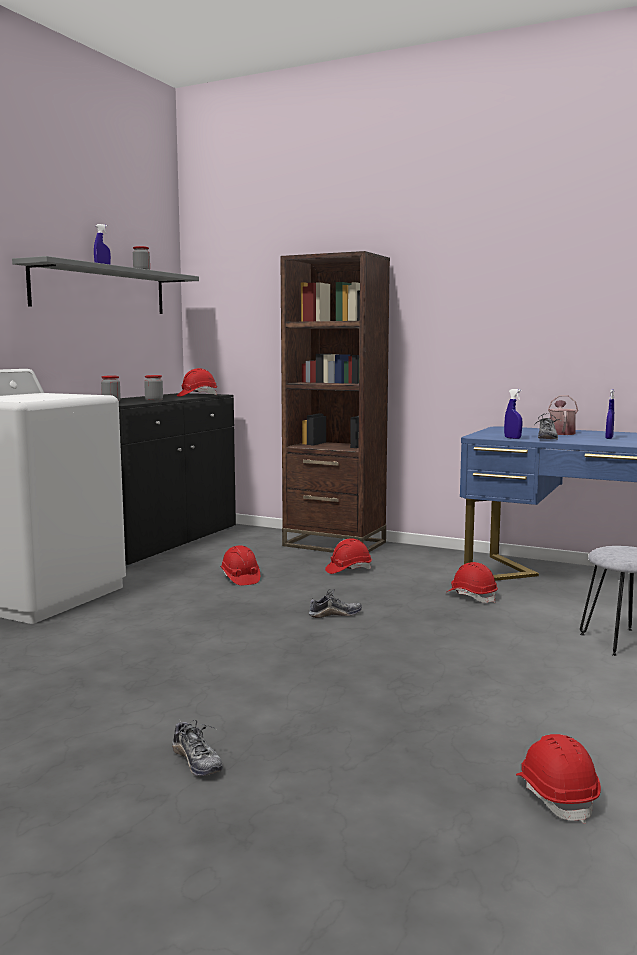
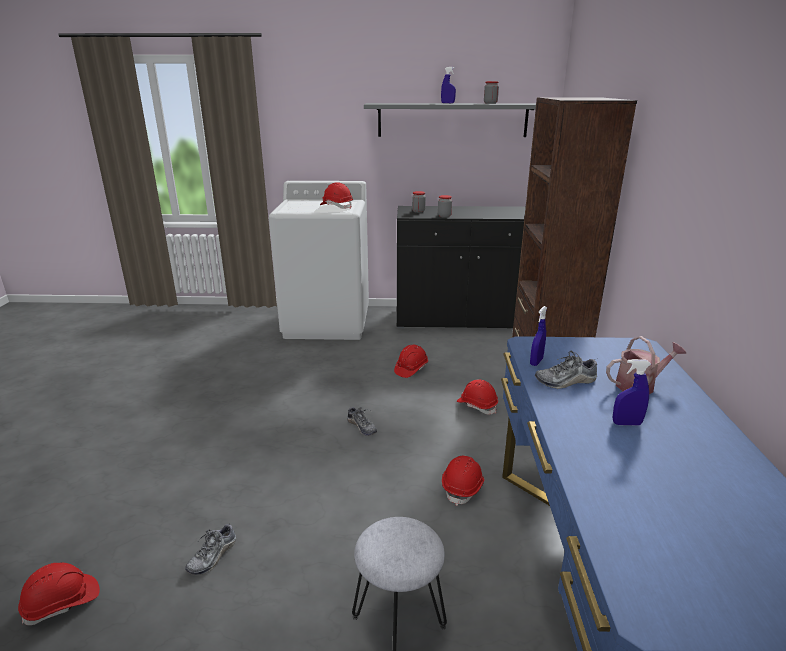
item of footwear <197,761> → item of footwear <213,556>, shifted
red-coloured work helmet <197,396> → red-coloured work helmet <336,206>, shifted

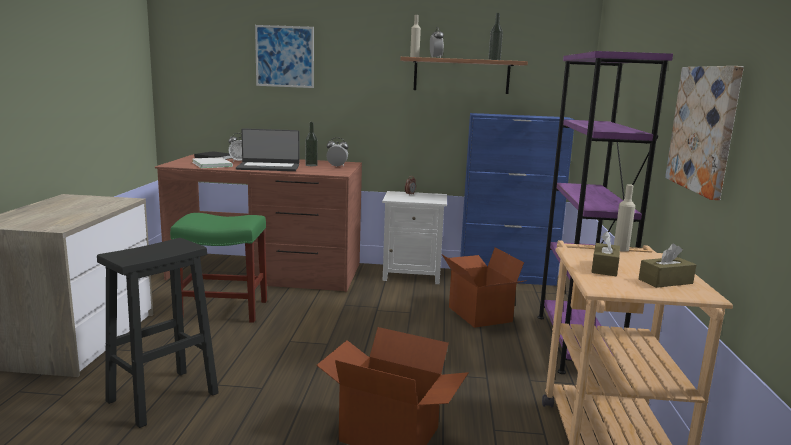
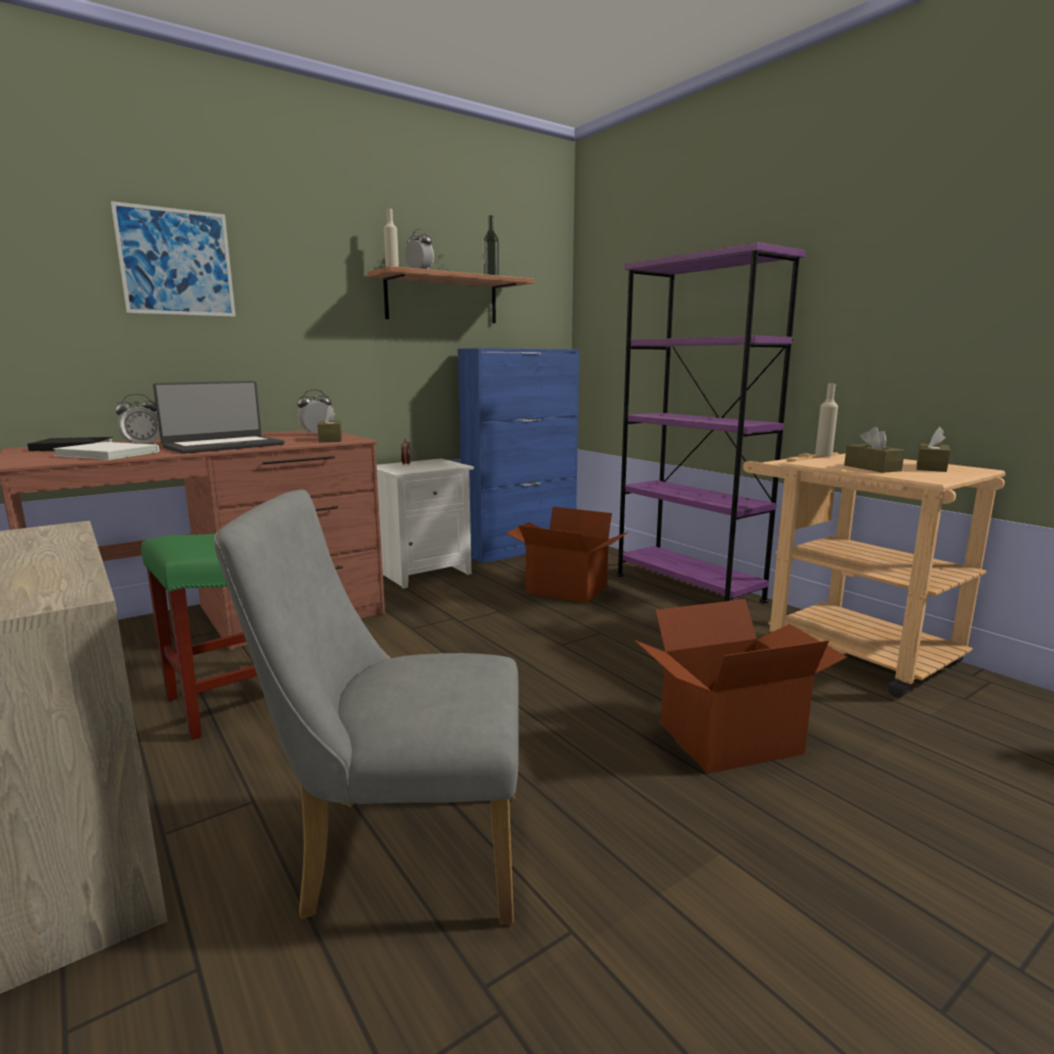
blackish stool <164,396> → grey chair <399,853>
bottle <311,165> → -
wall picture <704,129> → -
- → brown-coloured tissue box <330,439>

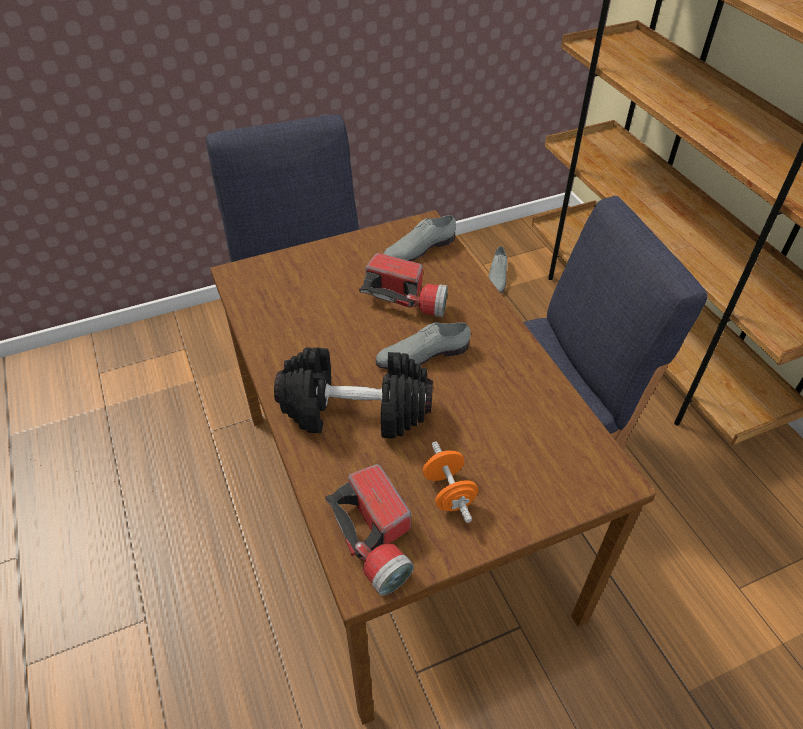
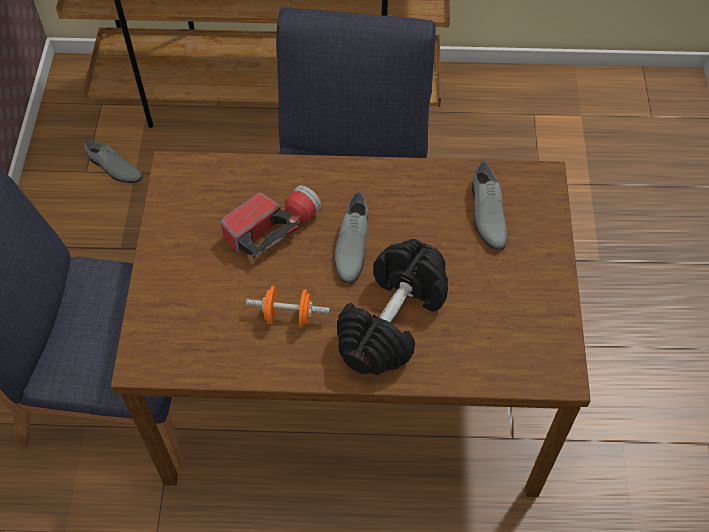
flashlight <377,538> → -
grey item of footwear <418,248> → grey item of footwear <486,213>, shifted
orange-coloured dumbbell <449,492> → orange-coloured dumbbell <288,316>, shifted

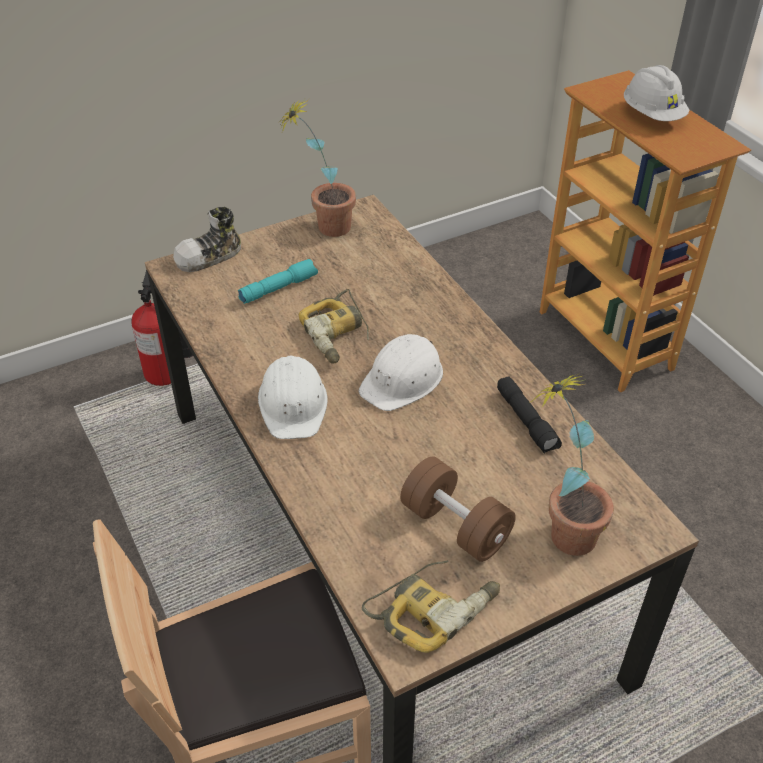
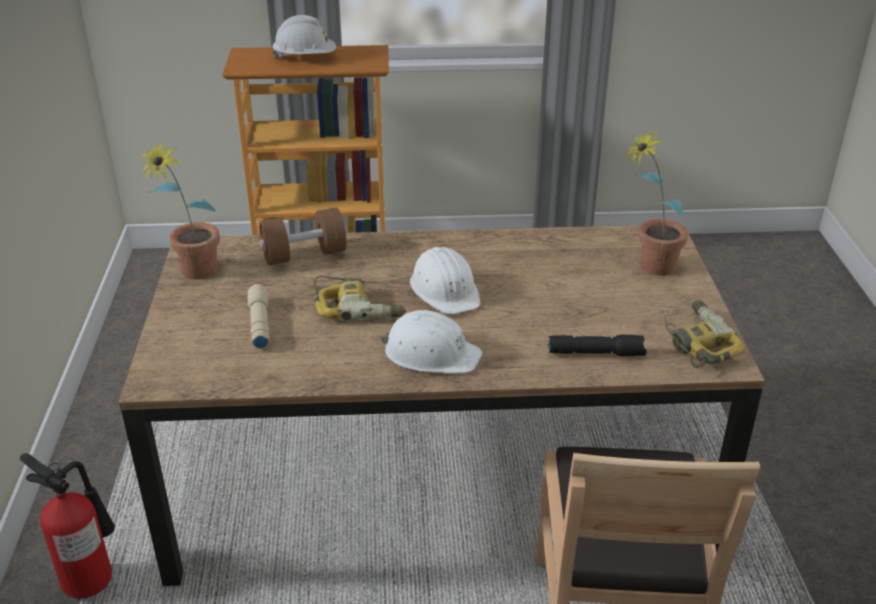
item of footwear <209,257> → -
turquoise flashlight <278,288> → sand-coloured flashlight <259,323>
brown-coloured dumbbell <455,525> → brown-coloured dumbbell <304,255>, shifted
blackish flashlight <527,421> → blackish flashlight <596,353>, shifted

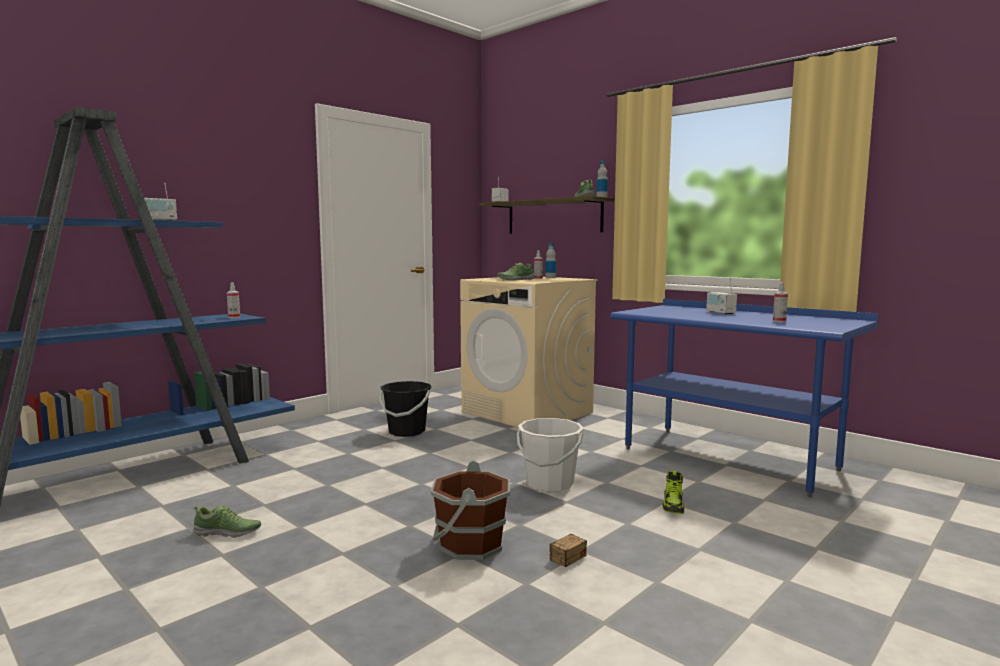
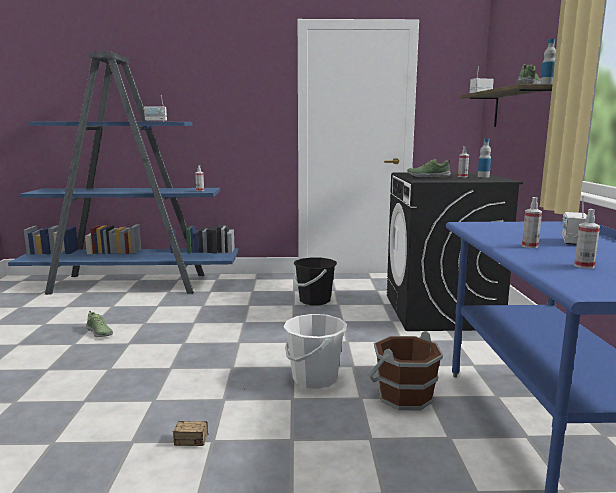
brown-coloured bucket <470,544> → brown-coloured bucket <404,396>, shifted
sand-coloured washing machine <528,412> → blackish washing machine <441,312>
item of footwear <673,505> → -
- → spray bottle <529,246>

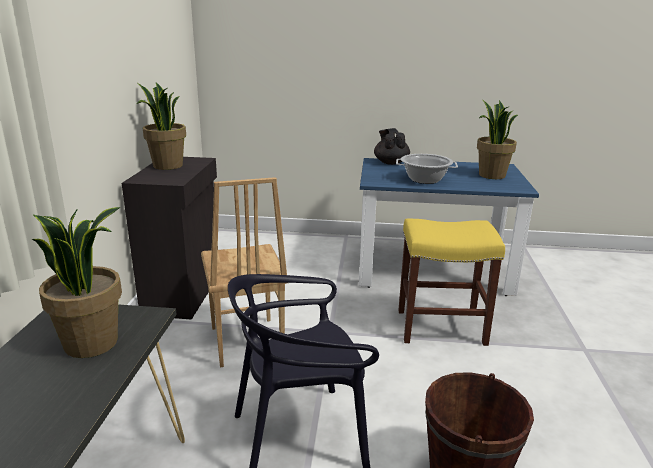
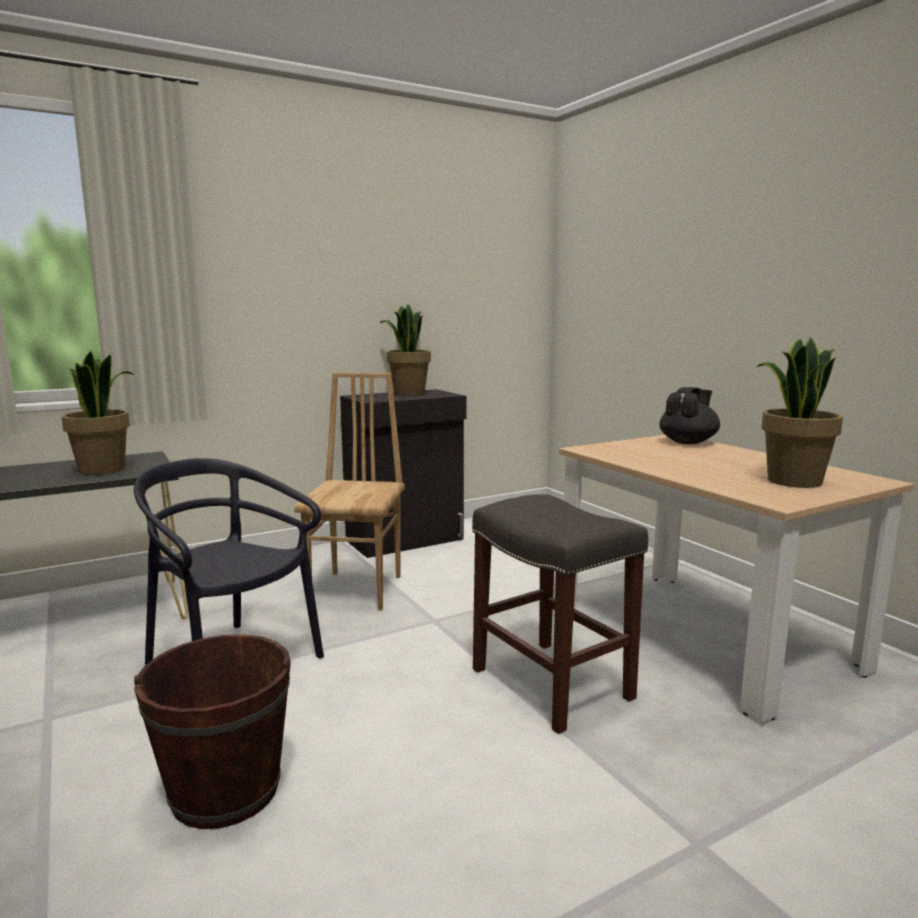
brown-coloured chair <245,342> → brown-coloured chair <358,590>, 150 degrees clockwise
blue kitchen table <432,270> → sand-coloured kitchen table <702,635>
cooking pot <425,179> → -
yellow-coloured stool <439,327> → grey stool <549,683>

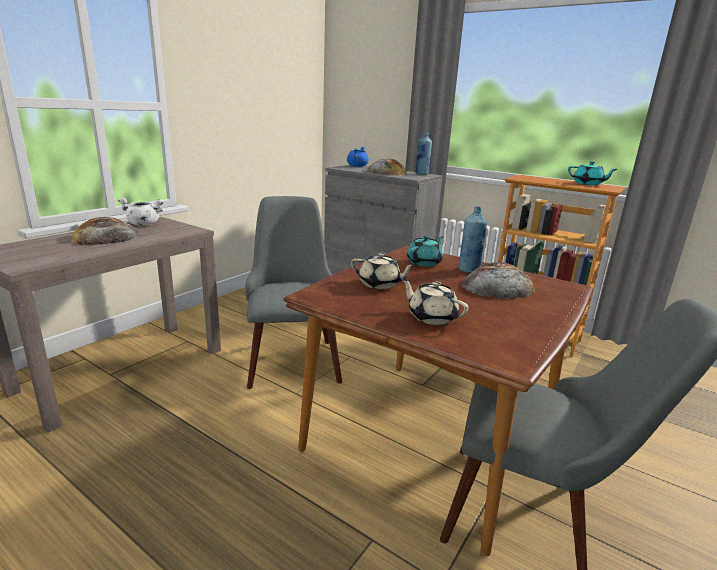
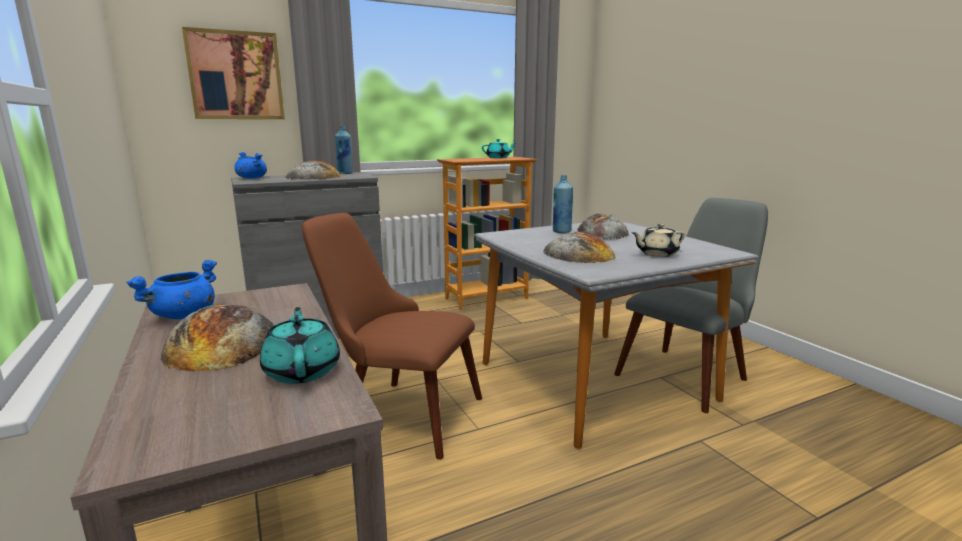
white cooking pot <143,224> → blue cooking pot <184,316>
grey chair <292,355> → brown-coloured chair <397,413>
brown-coloured kitchen table <430,439> → grey kitchen table <594,381>
sand-coloured tea pot <380,284> → bakery bread <578,254>
turquoise tea pot <424,262> → turquoise tea pot <302,370>, shifted
- → wall picture <236,76>

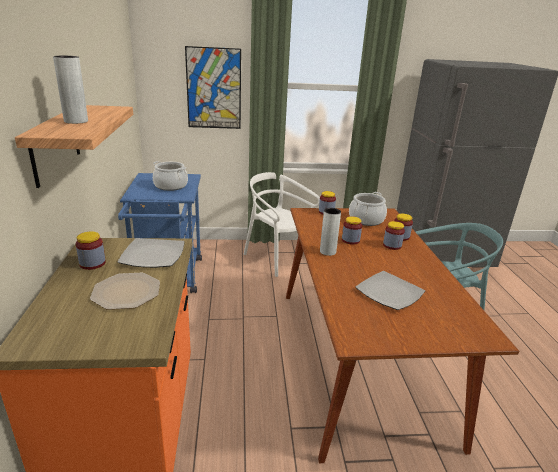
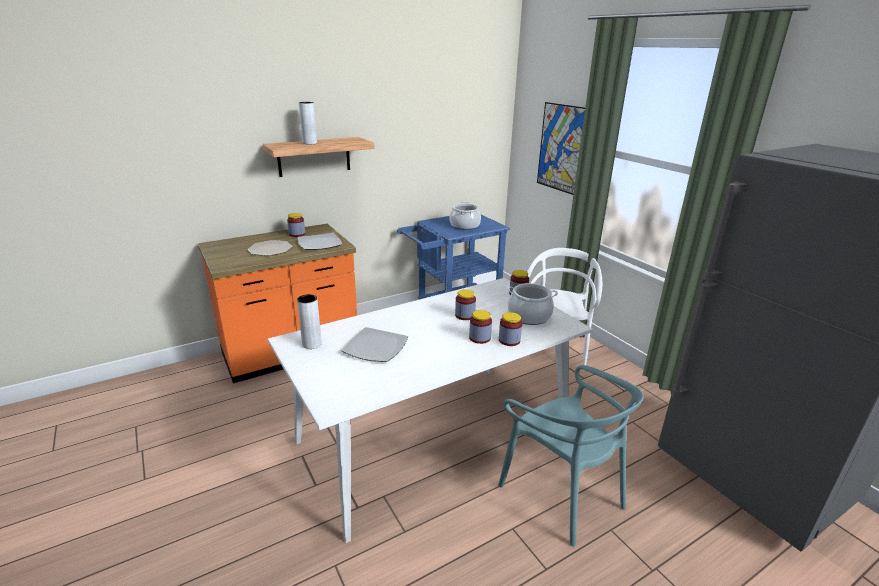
brown-coloured kitchen table <359,359> → white kitchen table <432,439>
grey vase <327,251> → grey vase <312,344>, shifted

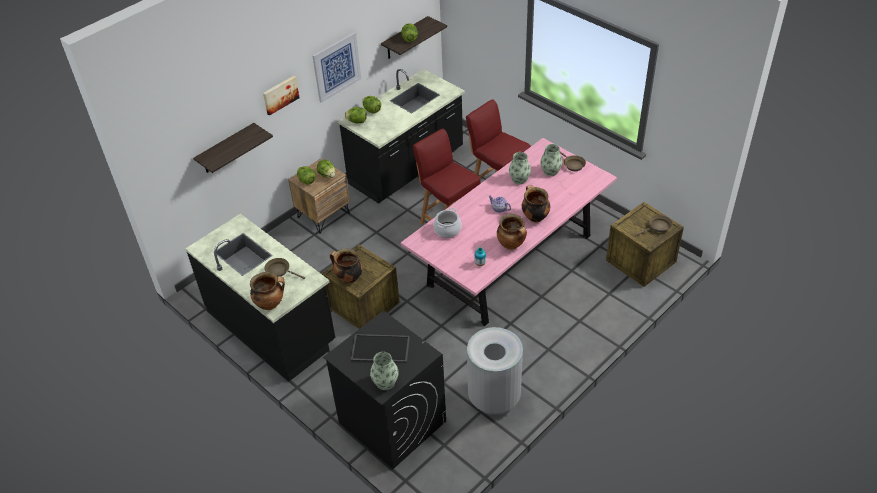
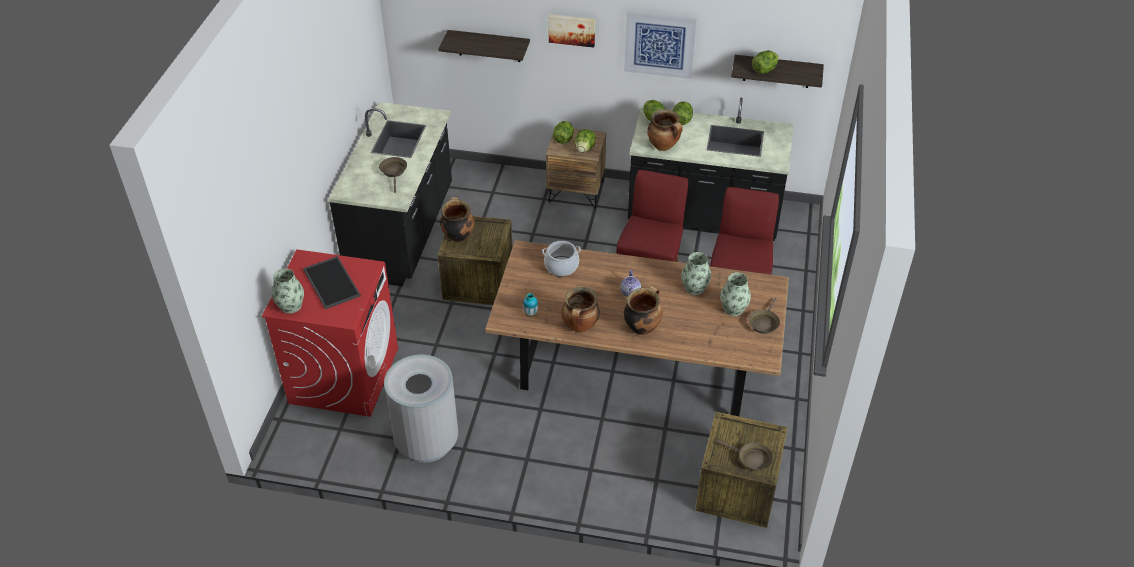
cooking pot <270,304> → cooking pot <664,146>, shifted
blackish washing machine <391,421> → red-coloured washing machine <344,375>
pinkish kitchen table <510,260> → brown-coloured kitchen table <636,367>

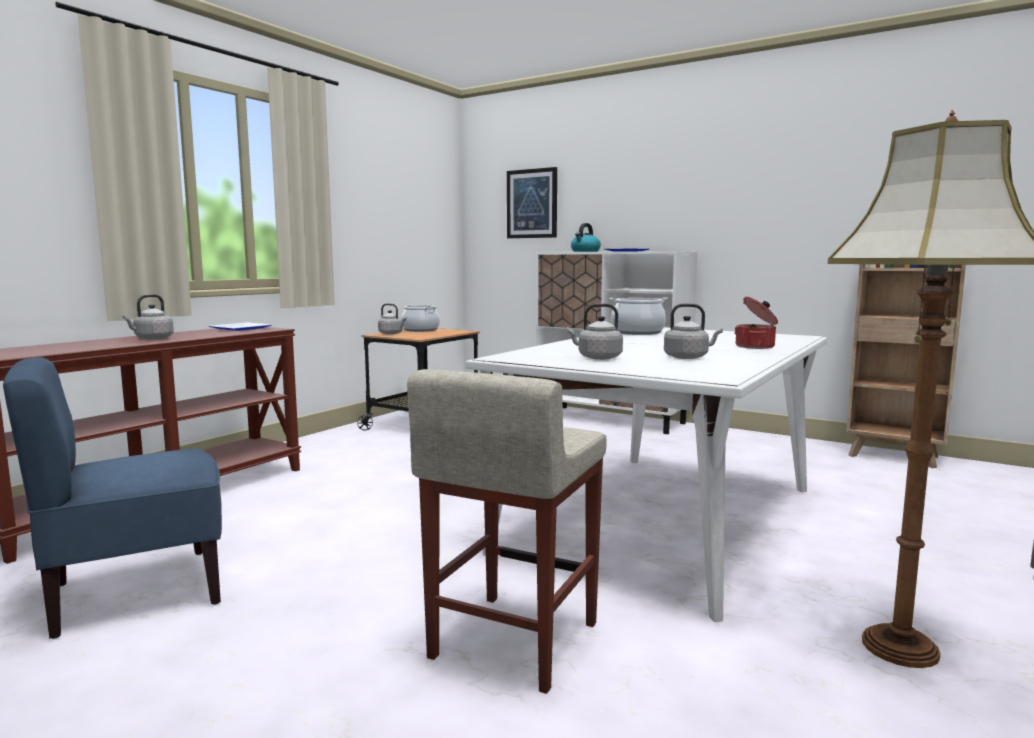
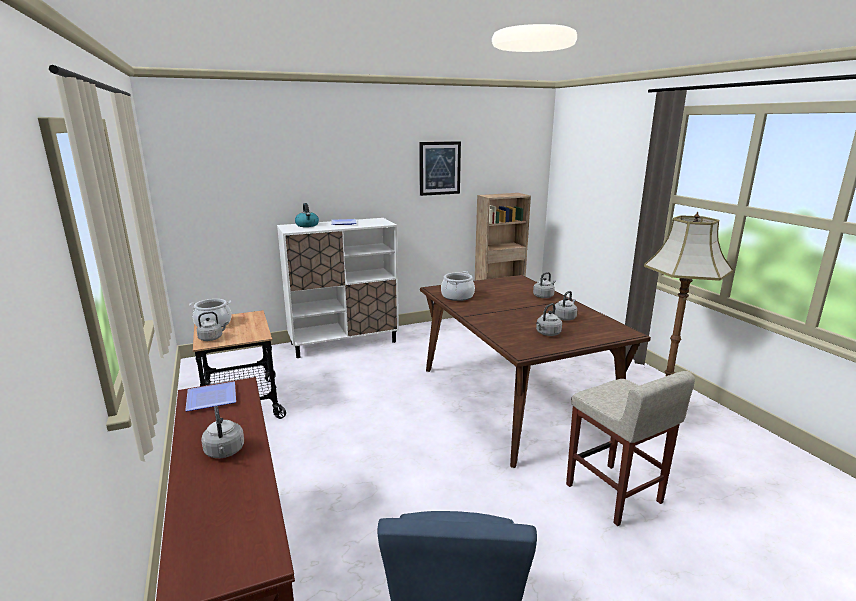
white kitchen table <663,518> → brown-coloured kitchen table <513,399>
wall picture <532,203> → wall picture <439,168>, shifted
cooking pot <756,347> → grey water kettle <544,296>

